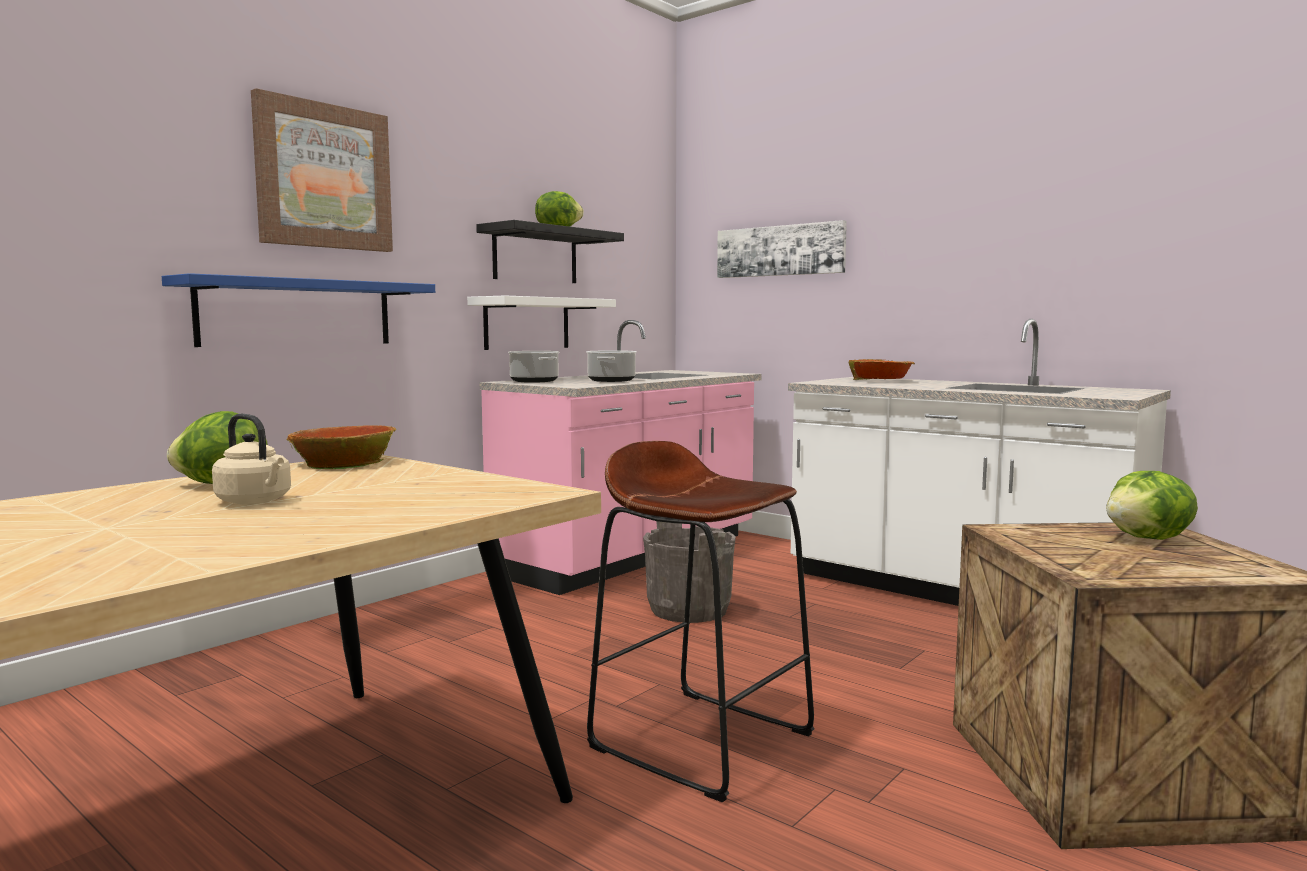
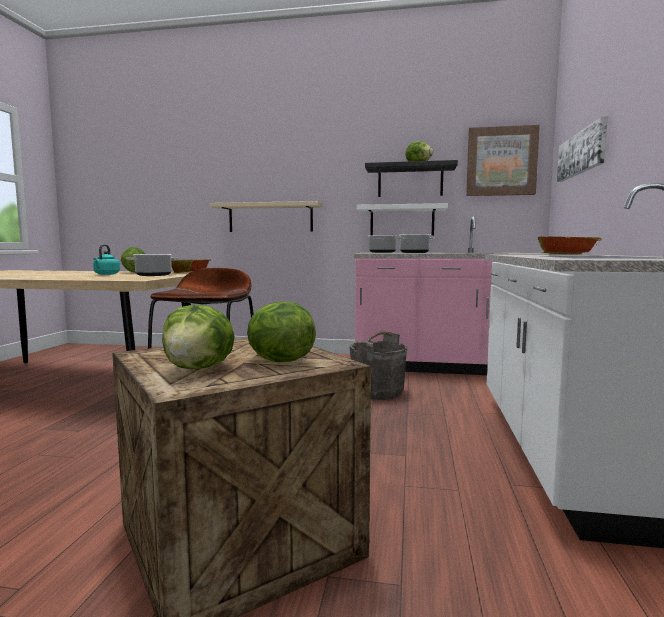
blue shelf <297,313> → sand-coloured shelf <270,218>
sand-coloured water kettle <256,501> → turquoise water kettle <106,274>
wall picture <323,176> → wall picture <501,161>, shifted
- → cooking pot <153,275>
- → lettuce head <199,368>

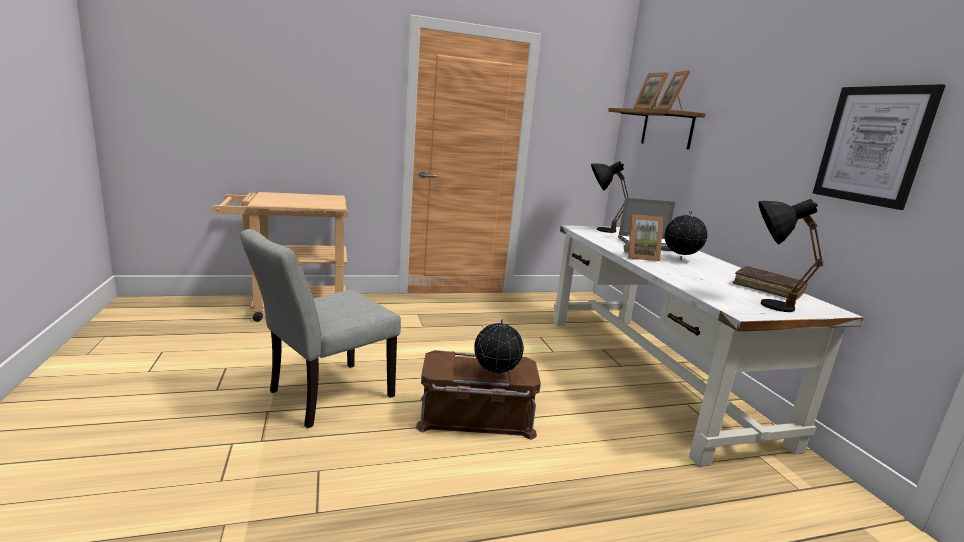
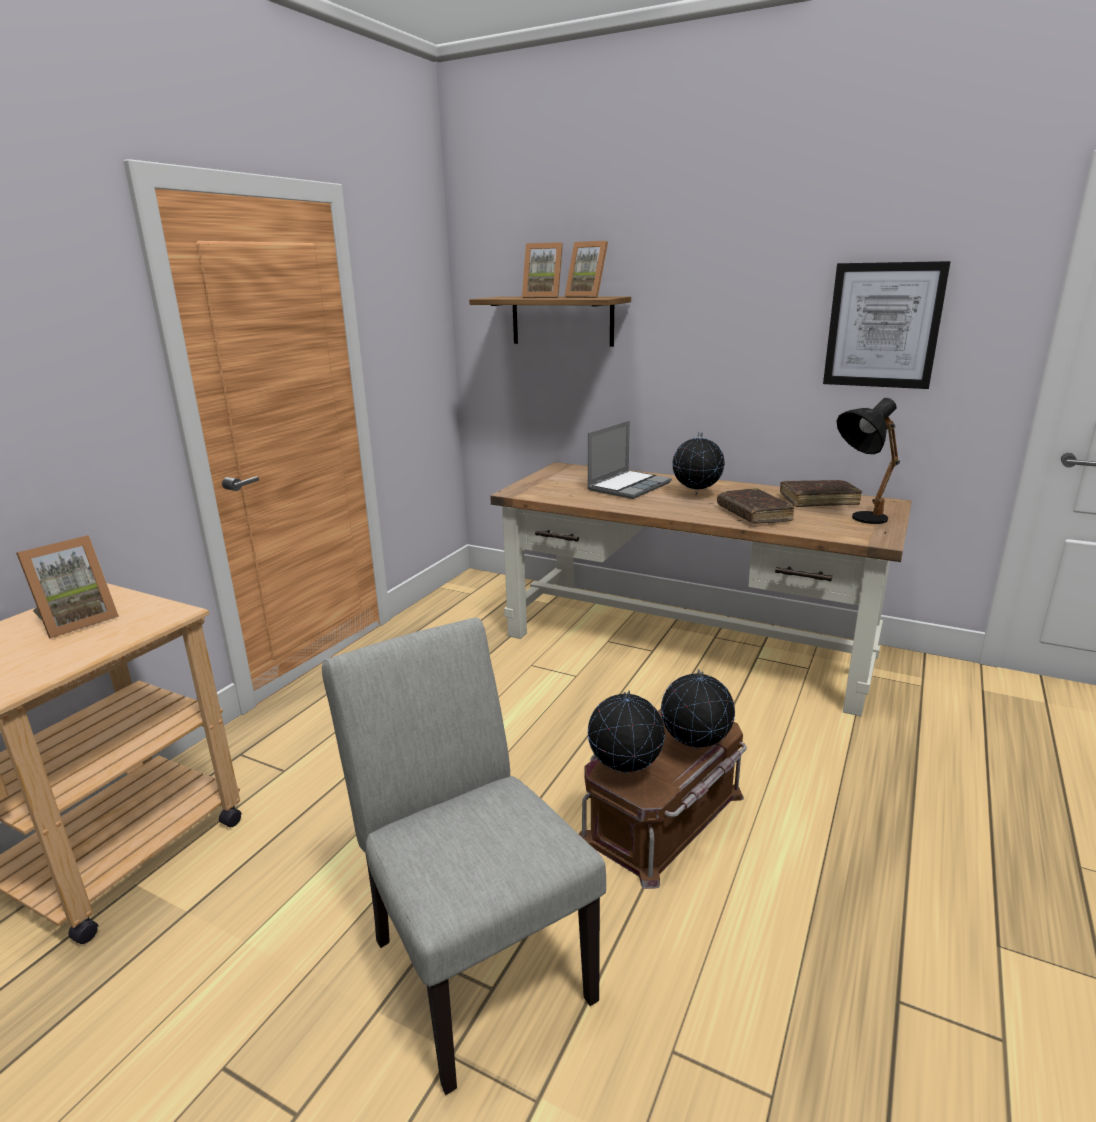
grey chair <323,396> → grey chair <473,956>, 150 degrees clockwise
white desk table <653,374> → brown-coloured desk table <688,642>
blackish lamp for a table <598,229> → -
standing frame <640,257> → standing frame <77,621>, shifted
- → desk globe <624,773>
- → brown-coloured volume <753,514>

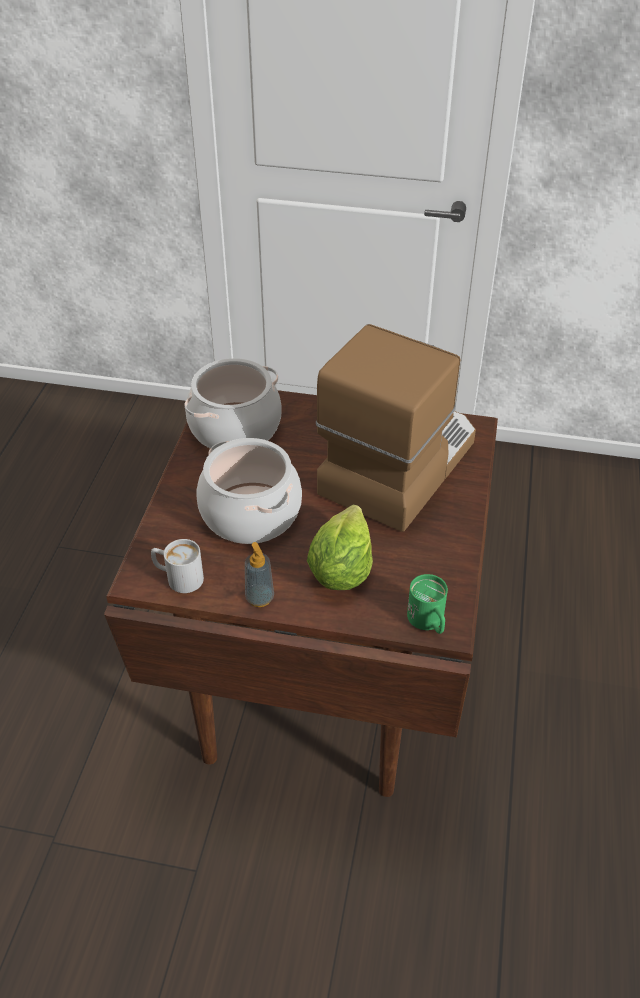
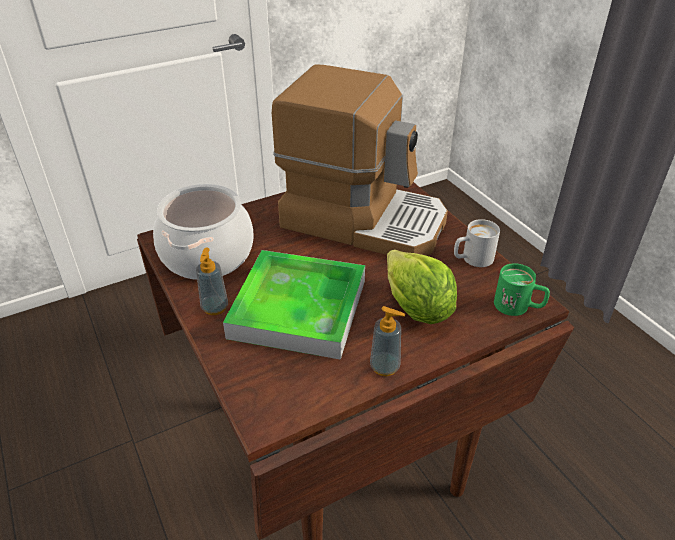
white mug <178,577> → white mug <472,259>, shifted
cooking pot <251,513> → serving tray <298,309>
coffee brewer <397,465> → coffee brewer <363,219>, 120 degrees clockwise
- → soap bottle <215,307>

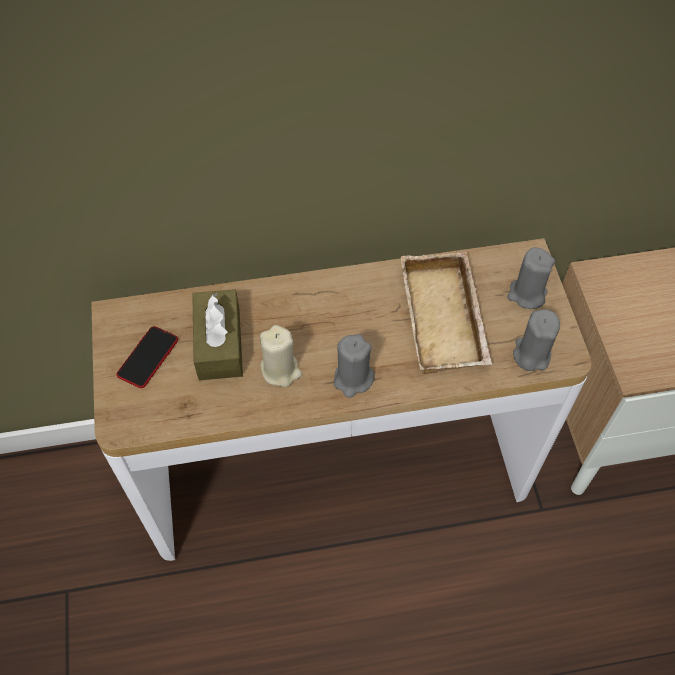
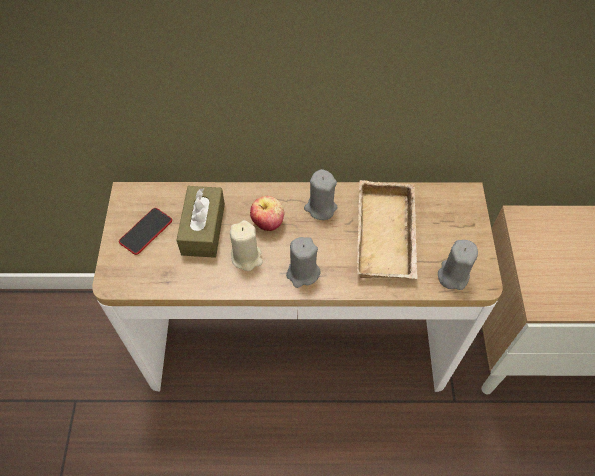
grey wax candle <526,294> → grey wax candle <320,208>, shifted
- → whole apple <268,223>

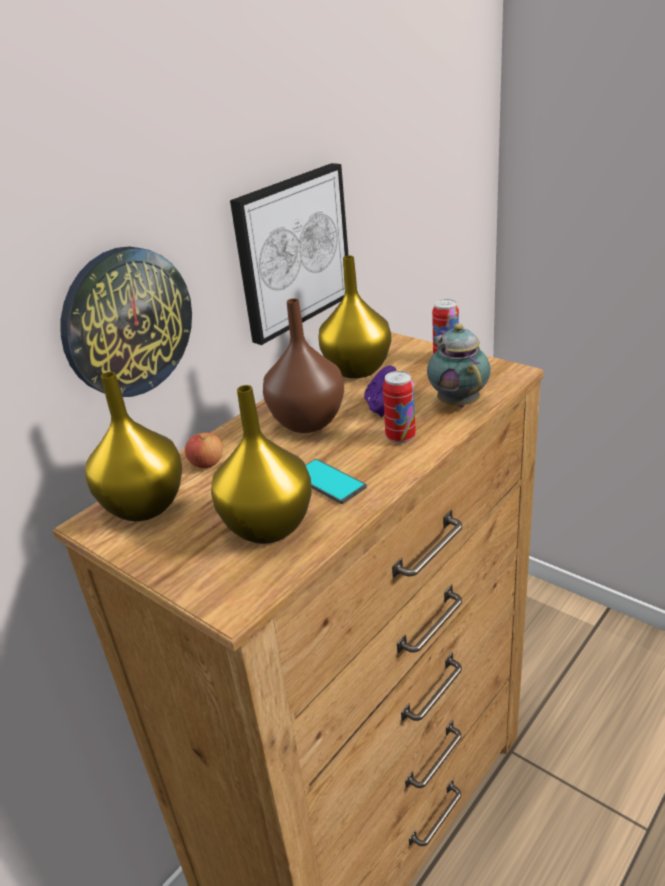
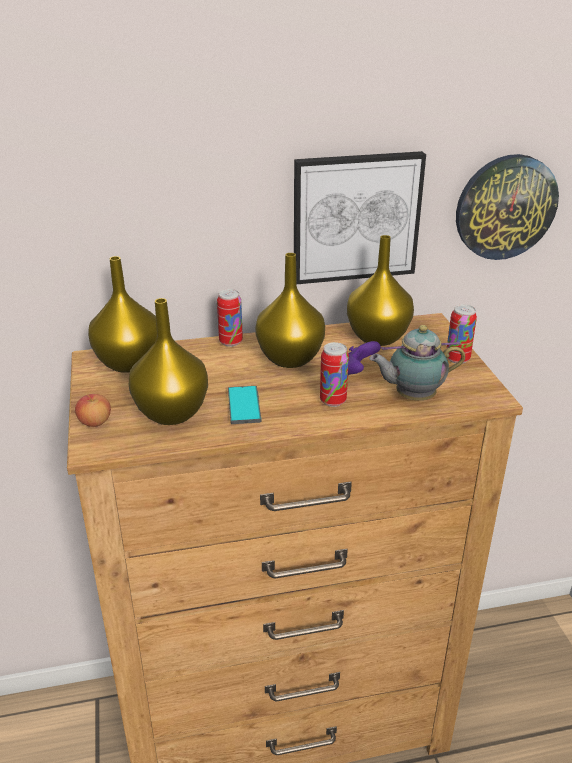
hanging clock <127,322> → hanging clock <505,207>, shifted
whole apple <207,463> → whole apple <95,422>, shifted
brown-coloured vase <306,421> → yellow-coloured vase <289,358>
tea pot <457,402> → tea pot <412,397>, 120 degrees counterclockwise
- → can <230,342>

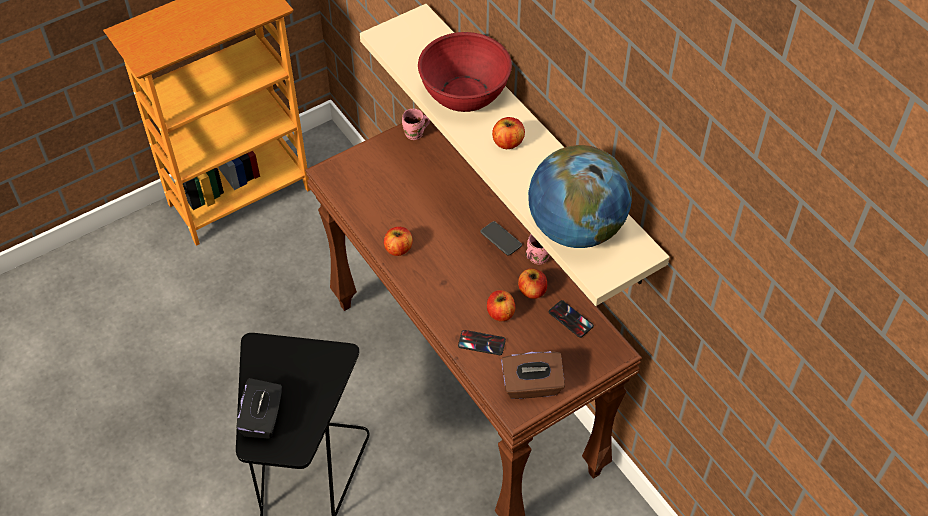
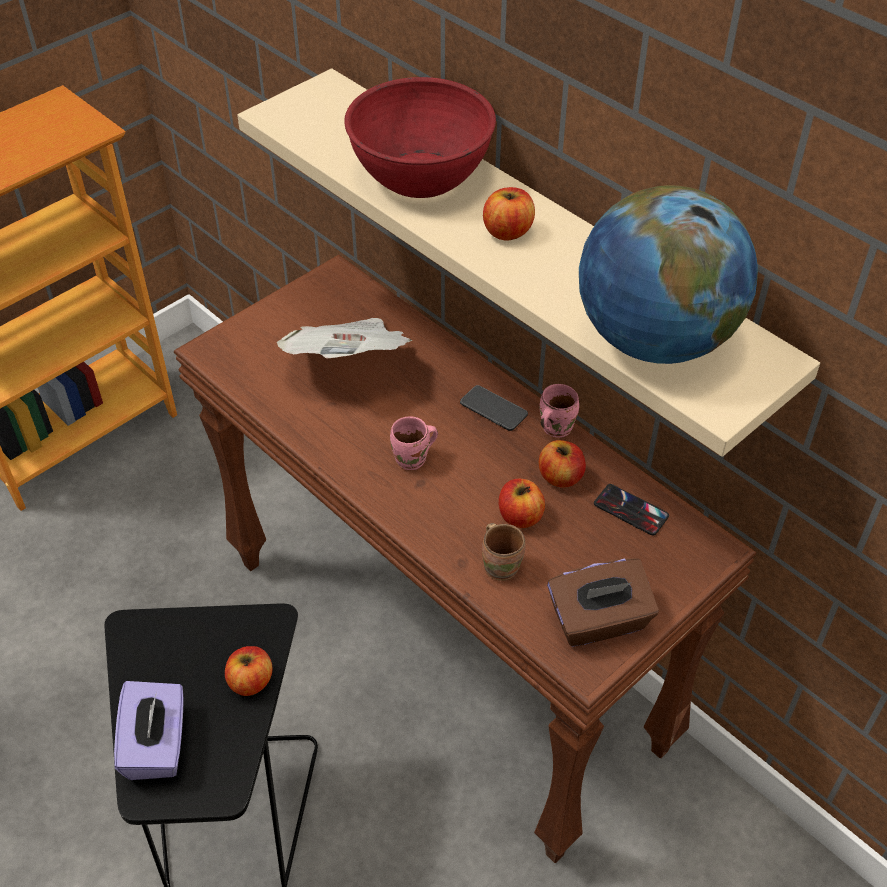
blackish tissue box <263,418> → purple tissue box <157,745>
whole apple <398,248> → whole apple <250,681>, shifted
pinkish mug <415,134> → pinkish mug <413,460>, shifted
telephone <481,343> → brown-coloured mug <502,565>
- → printed paper <349,363>

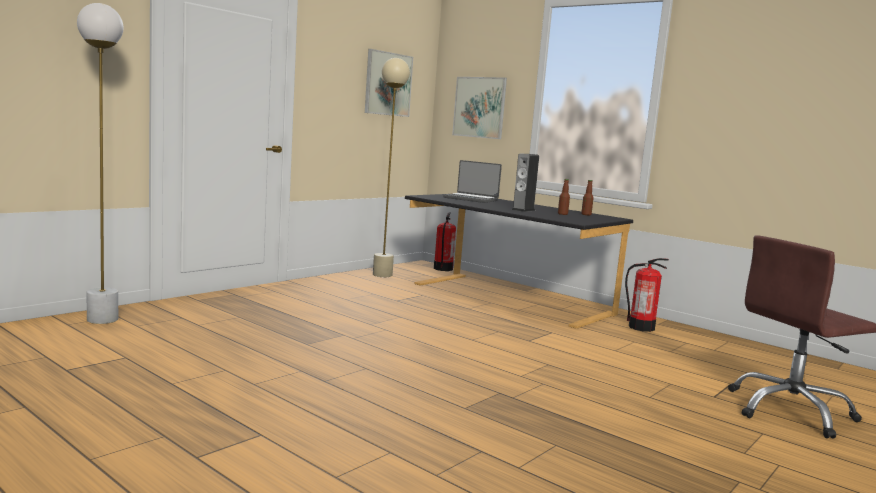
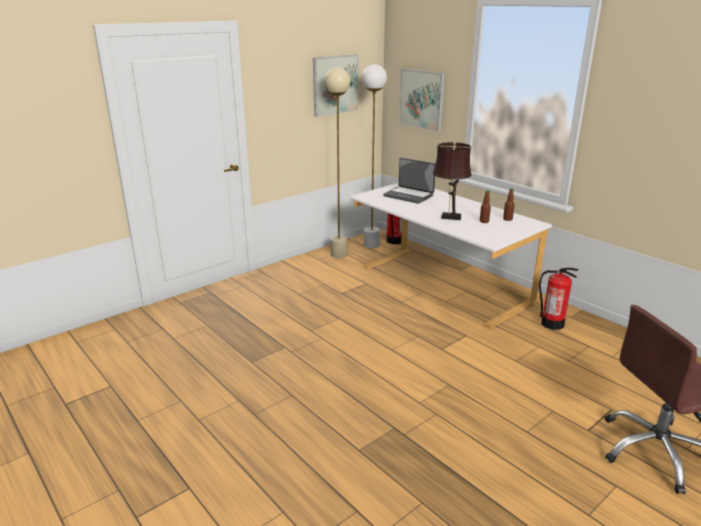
white standard lamp <102,320> → white standard lamp <371,245>, shifted
blackish desk table <506,299> → white desk table <439,285>
speaker <523,210> → brown-coloured lamp for a table <448,217>

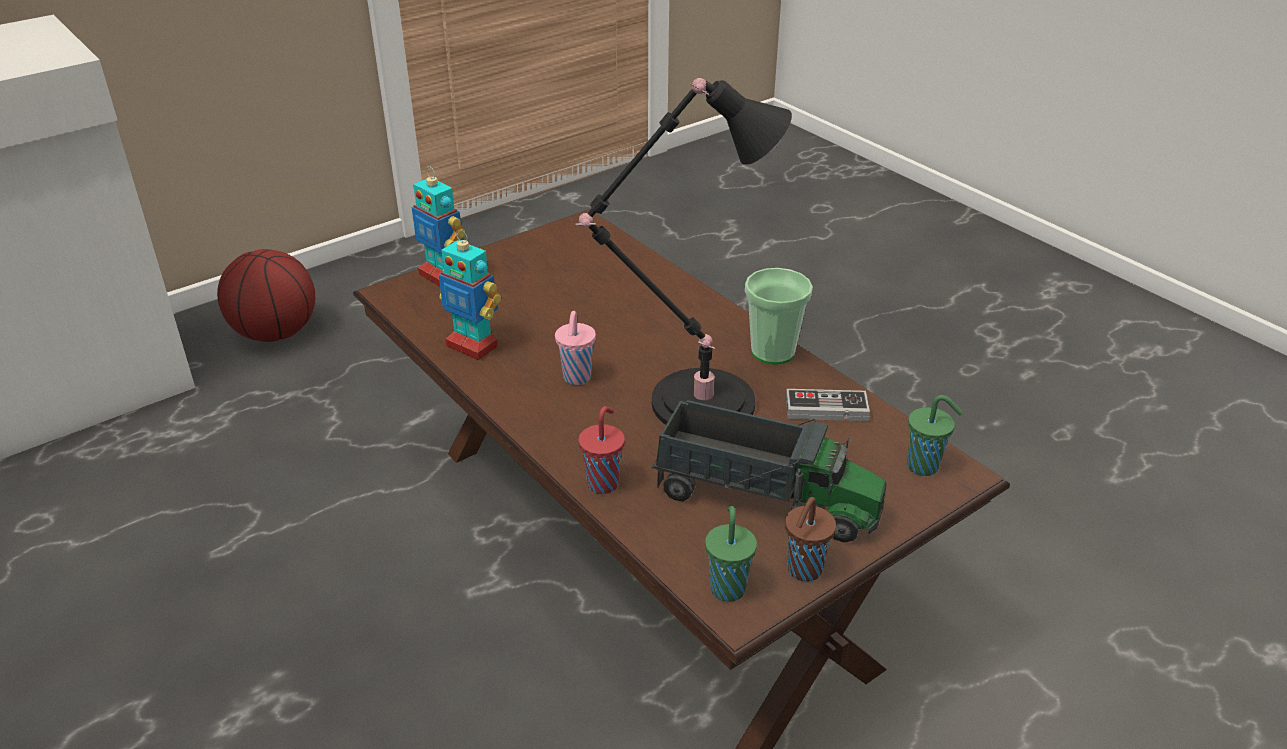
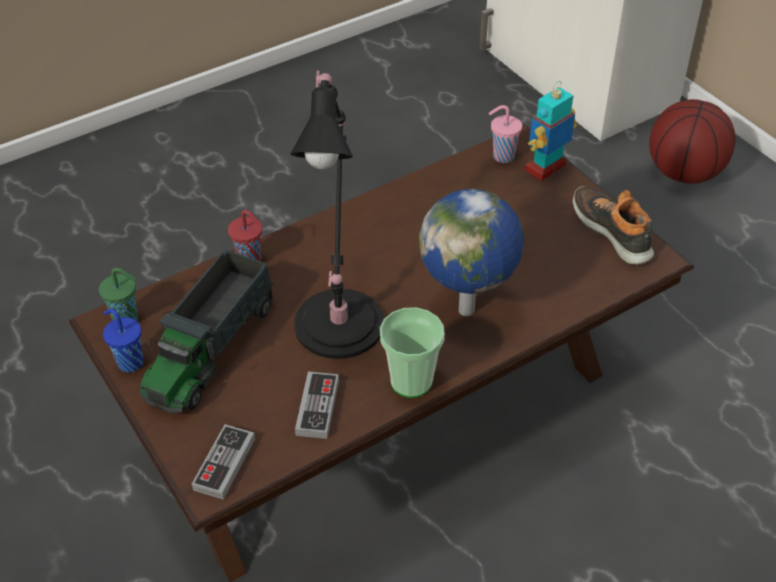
robot figure <473,346> → -
pinkish small cup <576,378> → pinkish small cup <502,156>, shifted
brown-coloured small cup <803,571> → blue small cup <129,362>
green-coloured small cup <925,467> → game controller <224,464>
- → desk globe <468,310>
- → item of footwear <613,231>

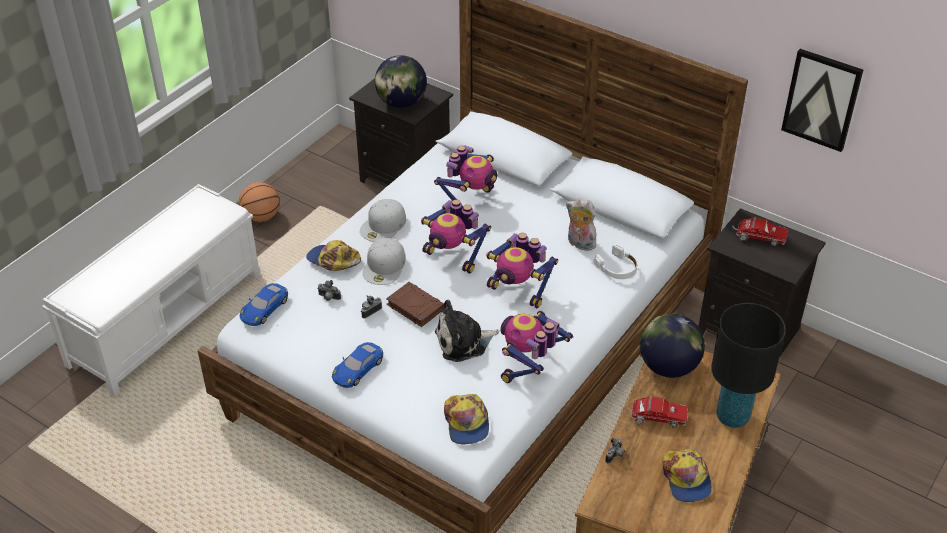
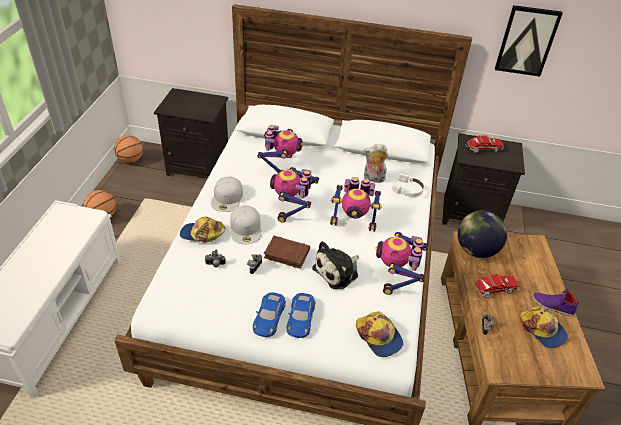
blue model car <264,308> → blue model car <300,317>, shifted
desk globe <401,103> → -
robot figure <453,257> → robot figure <292,209>, 90 degrees clockwise
blackish lamp for a table <732,416> → -
- → basketball ball <131,160>
- → purple item of footwear <552,306>

